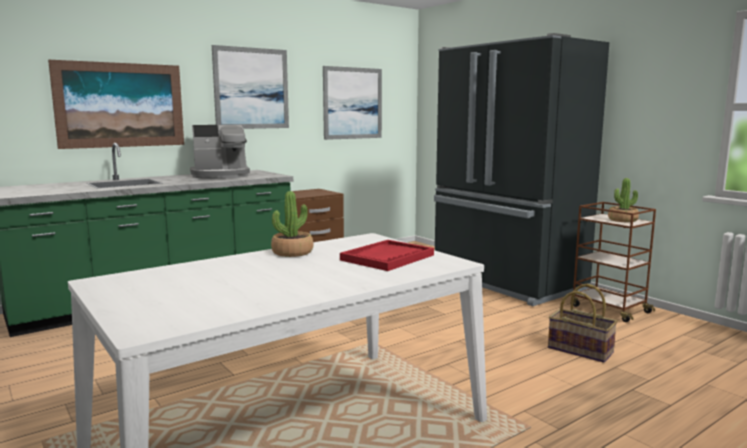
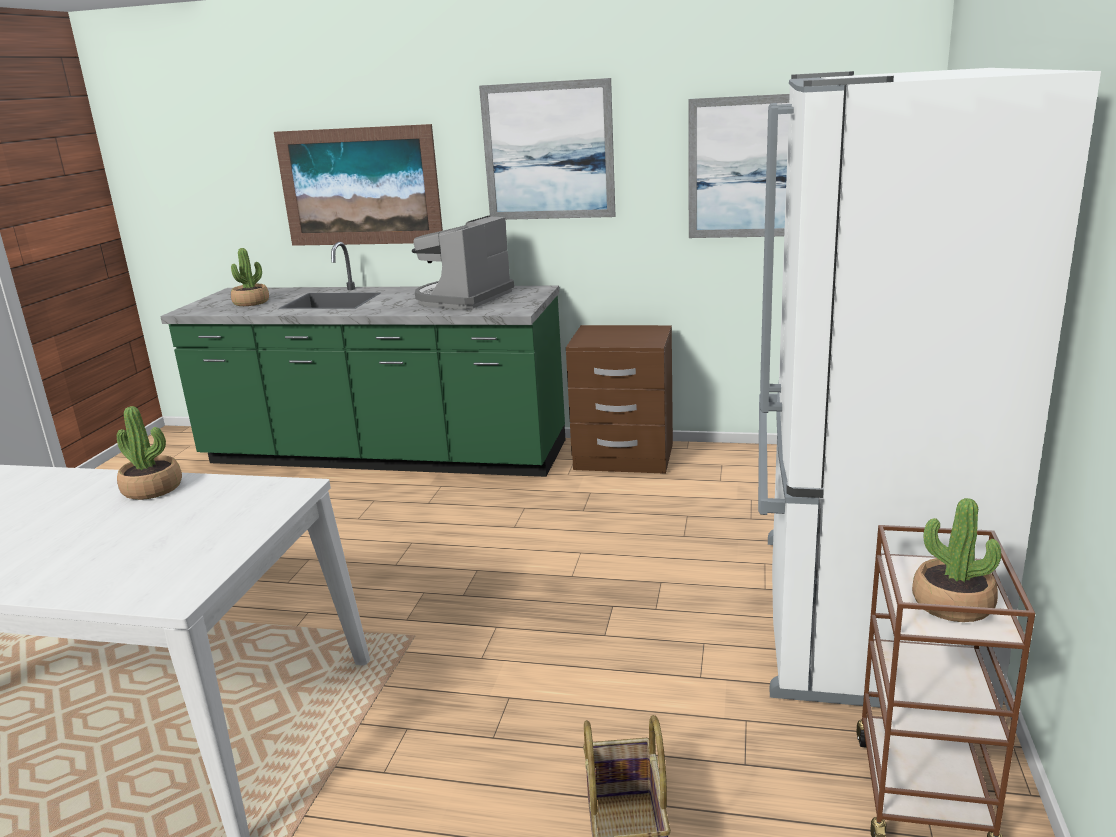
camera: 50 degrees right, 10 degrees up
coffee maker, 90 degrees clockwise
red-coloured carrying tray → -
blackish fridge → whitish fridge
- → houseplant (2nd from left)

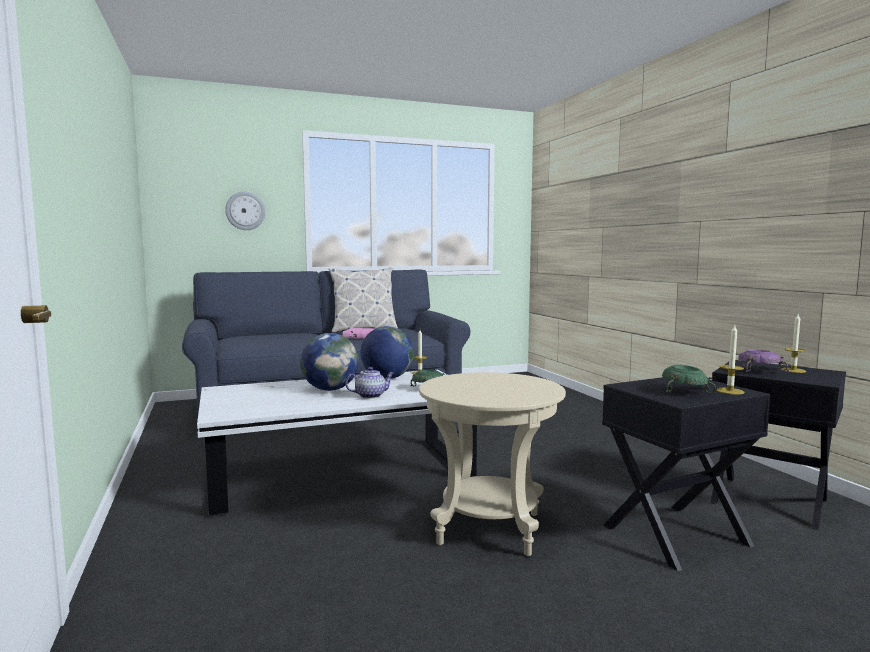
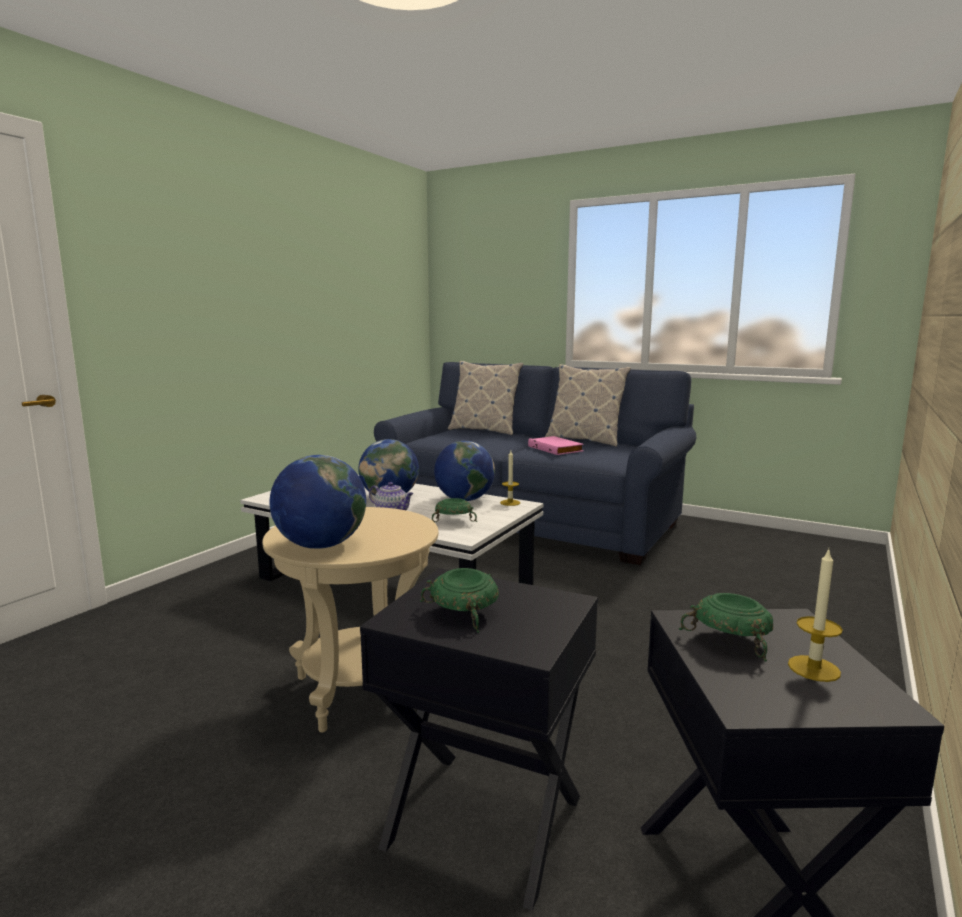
camera: 50 degrees right, 5 degrees up
wall clock → -
wax candle (2nd from left) → -
purple deep dish → greenish deep dish (3rd from left)
- → desk globe (1st from left)
- → cushion (1st from left)

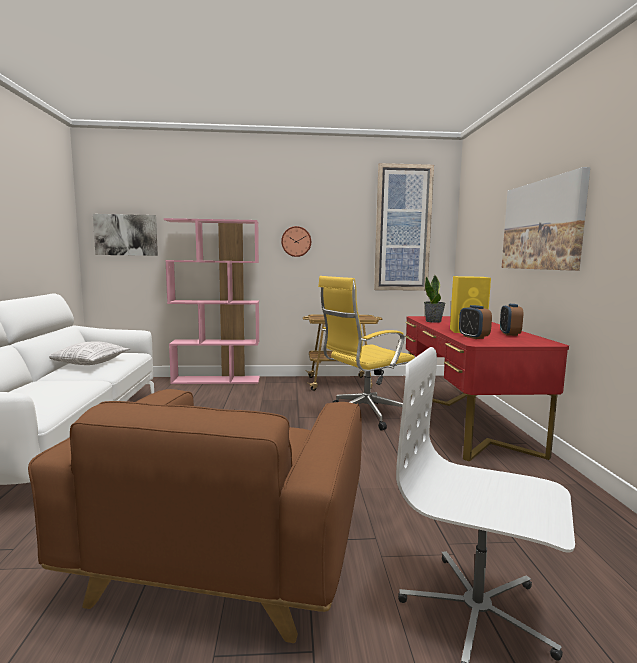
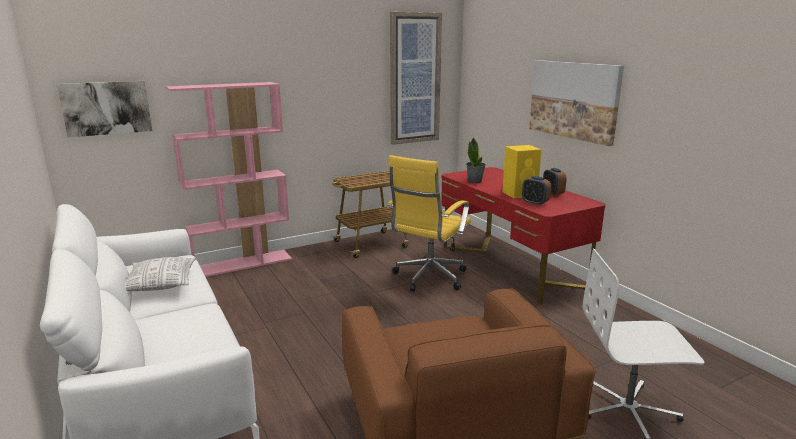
camera: 25 degrees left, 10 degrees up
wall clock → -

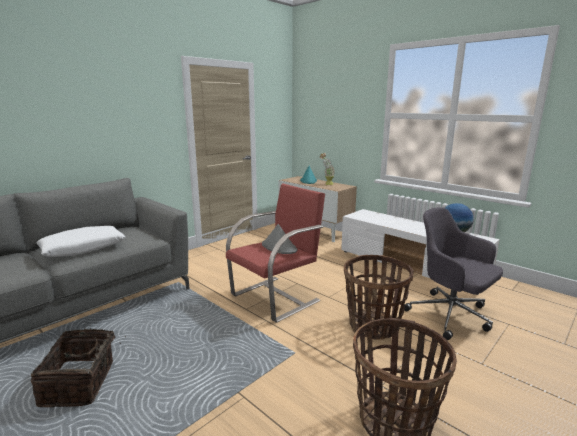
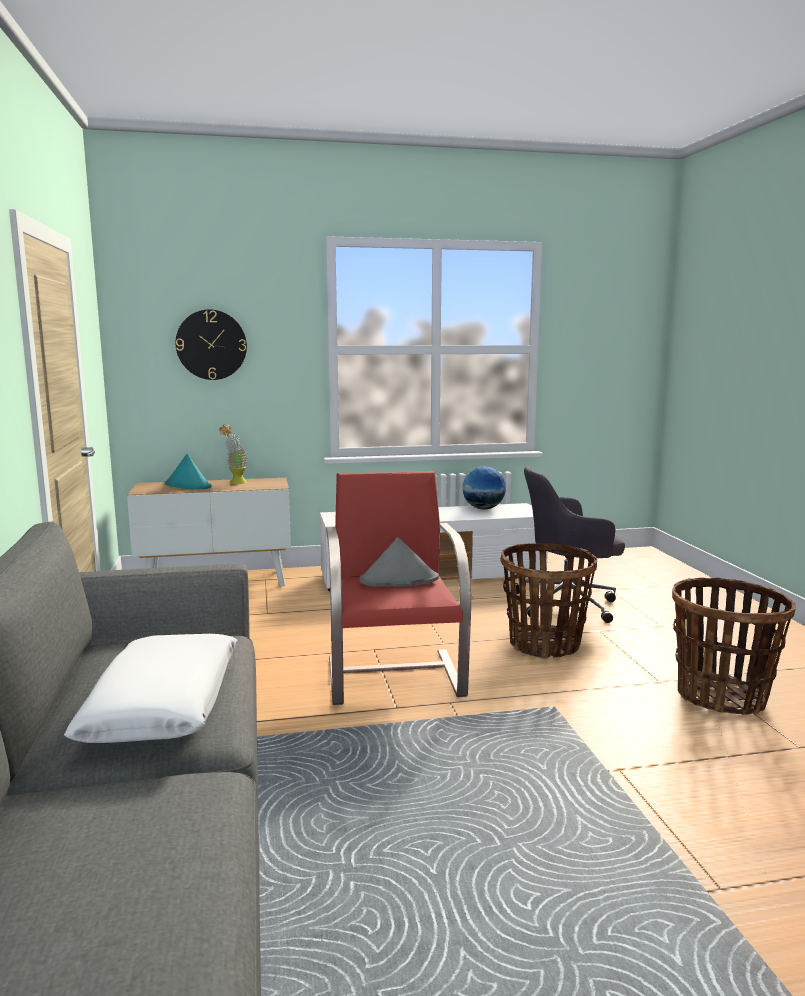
camera: 55 degrees left, 5 degrees down
storage basket (1st from left) → -
- → wall clock

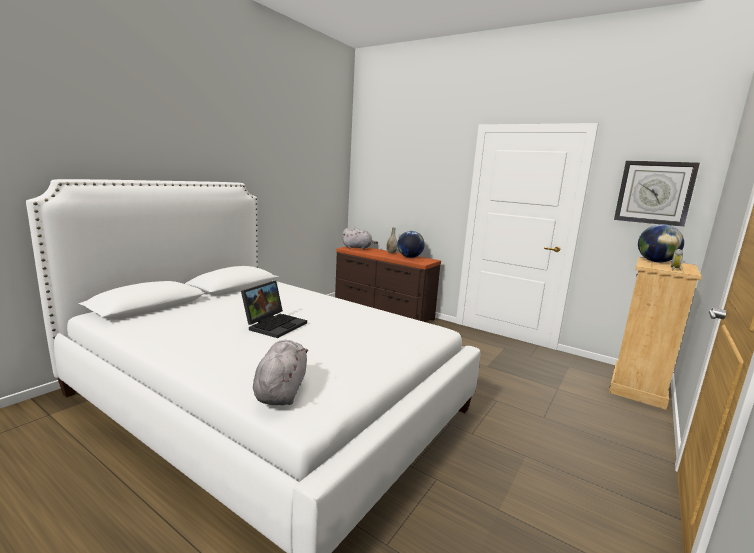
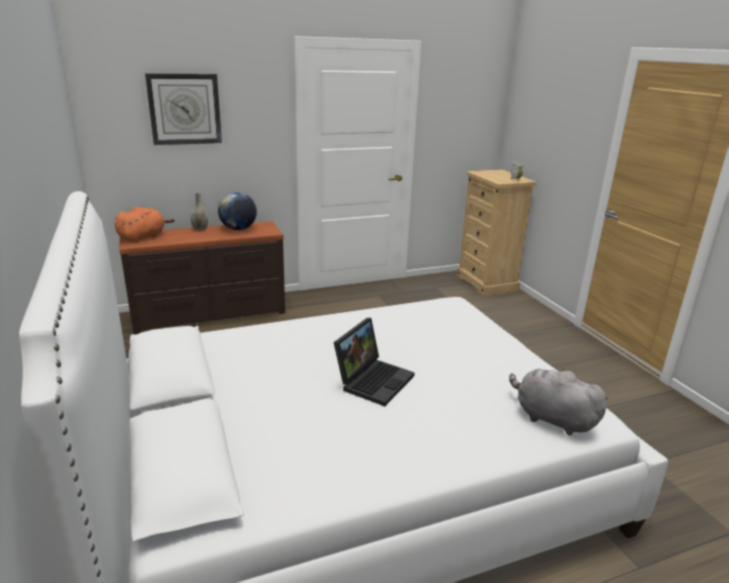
camera: 55 degrees left, 10 degrees up
portable computer, 60 degrees clockwise
gray soft toy (2nd from left) → orange-coloured soft toy
wall clock, moved
desk globe (2nd from left) → -

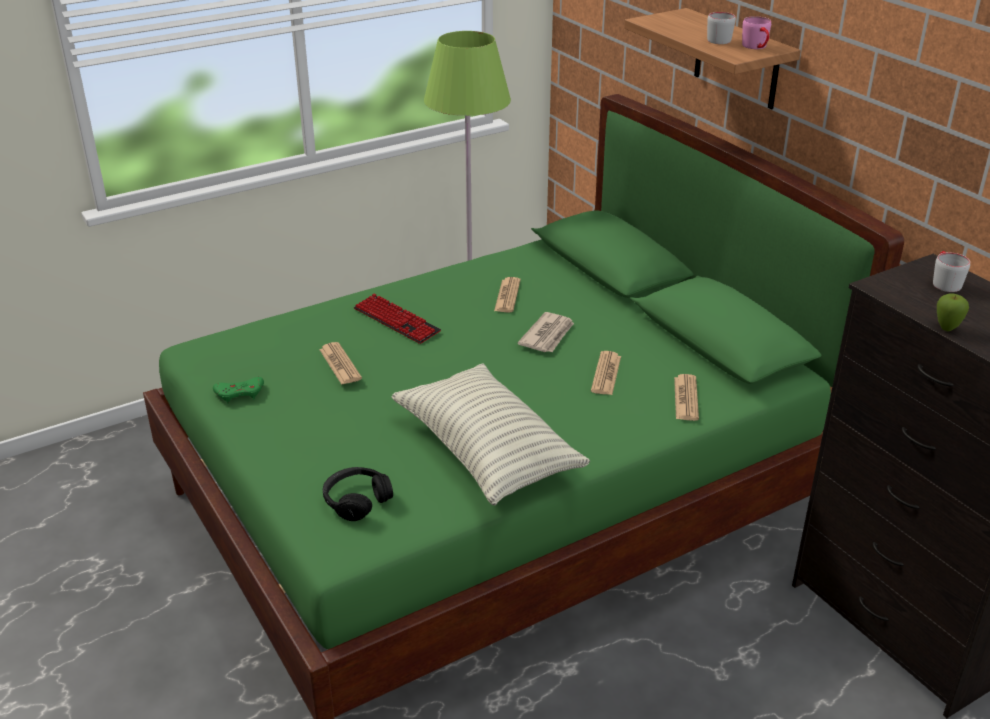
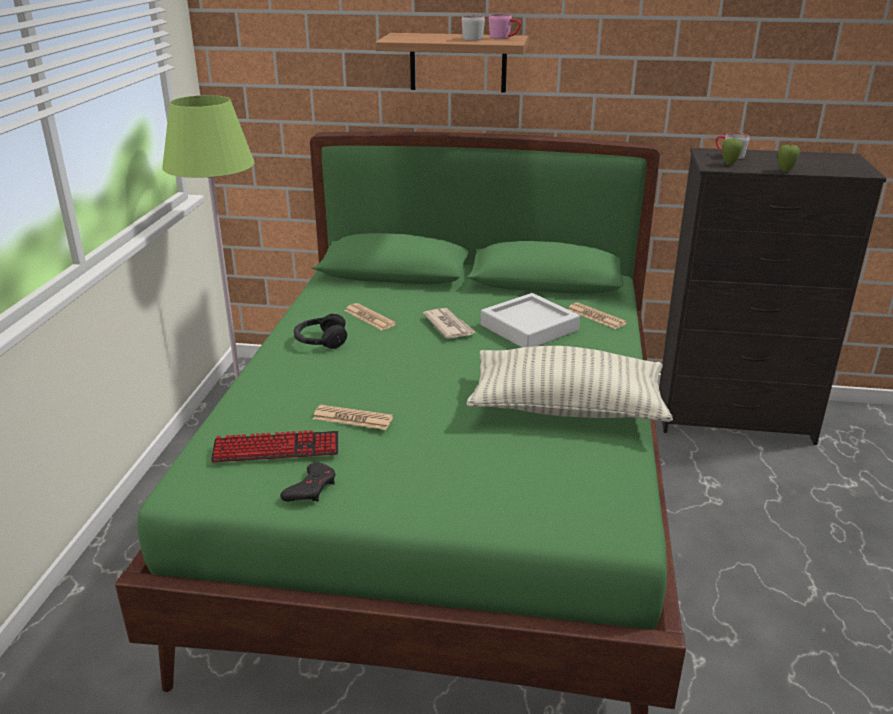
camera: 50 degrees left, 5 degrees down
greenish gamepad → blackish gamepad
blackish headset, moved
PC keyboard, moved
printed paper (4th from left) → gray carrying tray
- → whole apple (1st from left)

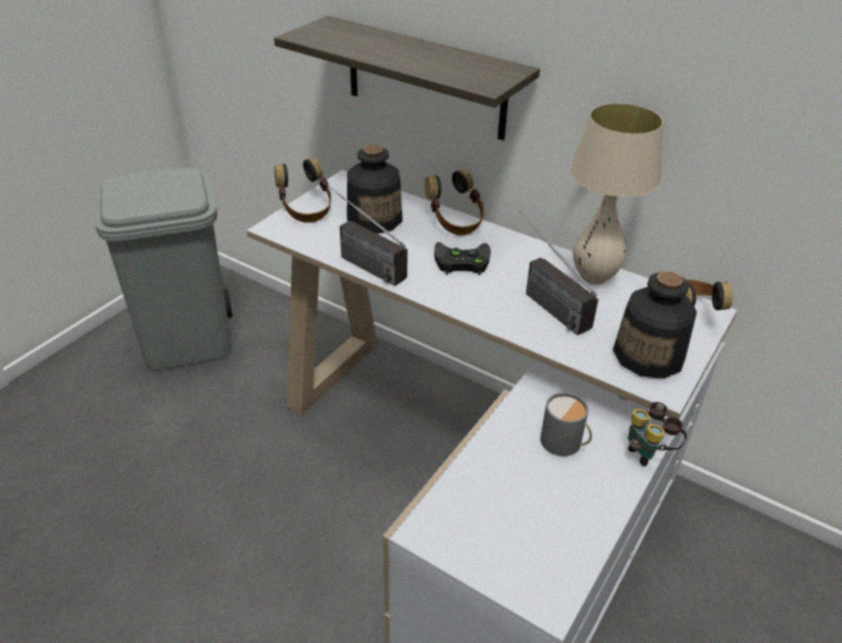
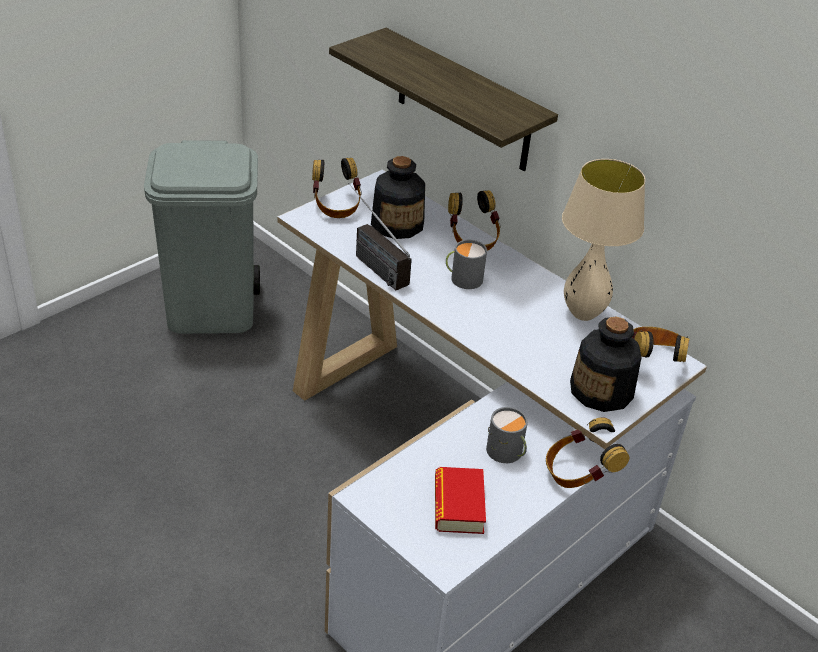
camera: 10 degrees right, 0 degrees up
blackish gamepad → gray mug (1st from left)
radio (2nd from left) → -
pair of binoculars → headset (3rd from left)
- → bound book

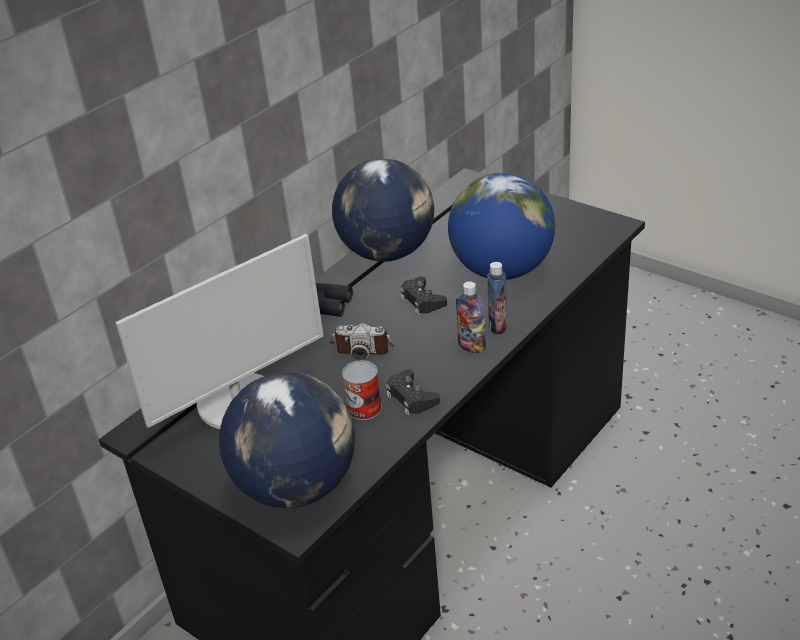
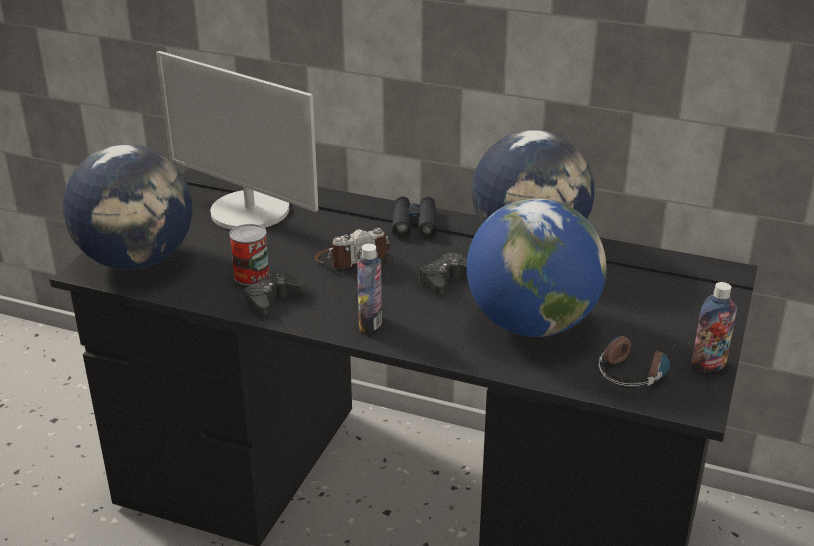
camera: 70 degrees right, 5 degrees down
still camera, 105 degrees counterclockwise
bottle (2nd from left), moved
- → headset

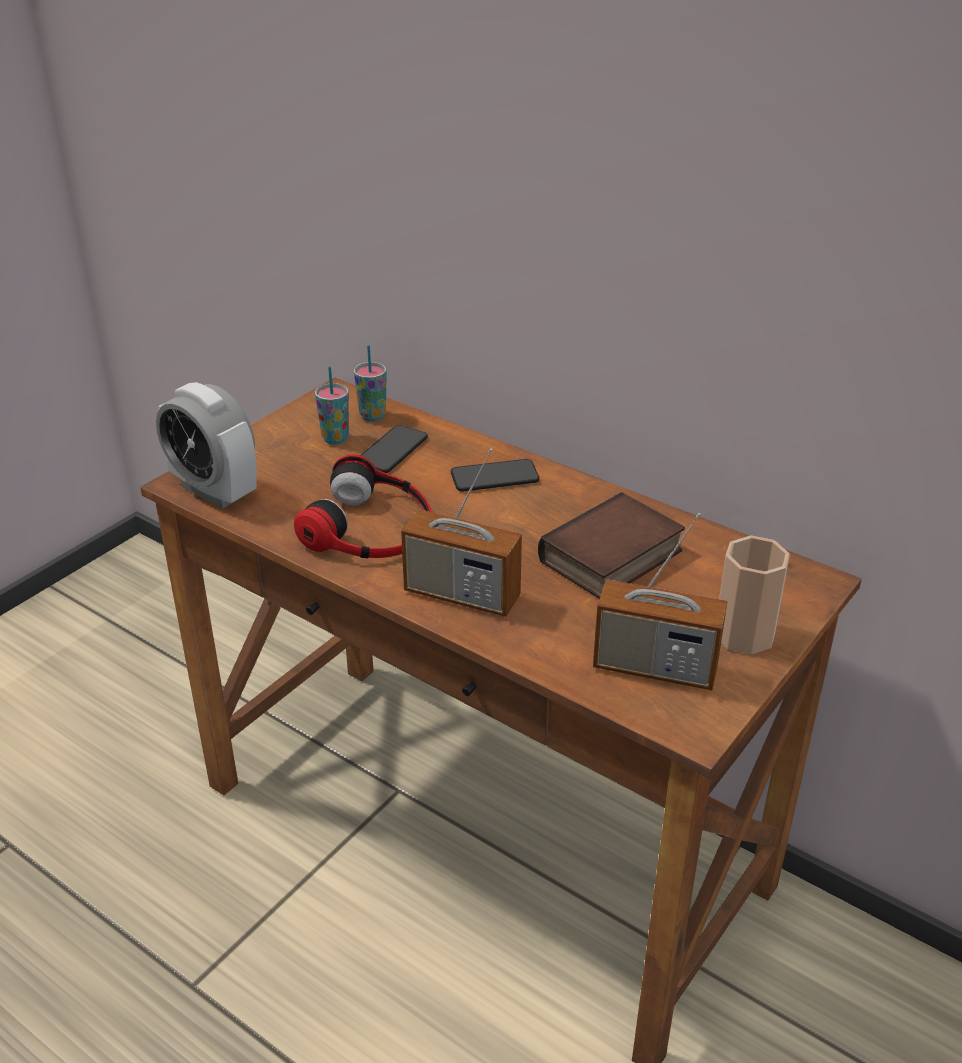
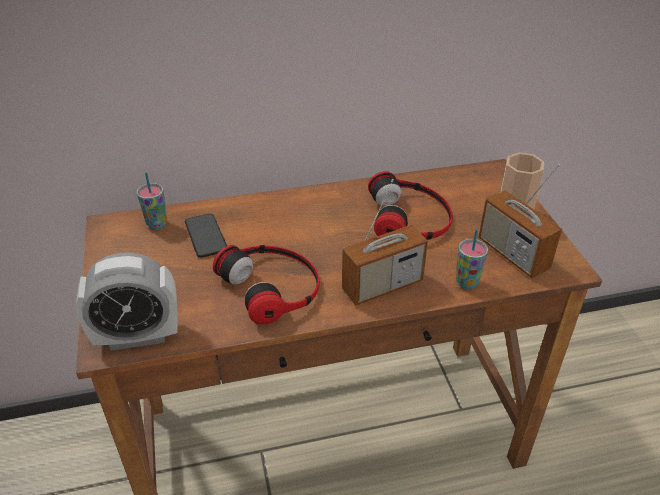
camera: 50 degrees left, 5 degrees up
small cup (1st from left in the first image) → small cup (2nd from left), moved
handset (2nd from left) → -
bound book → headset (2nd from left)
radio (2nd from left), 90 degrees clockwise

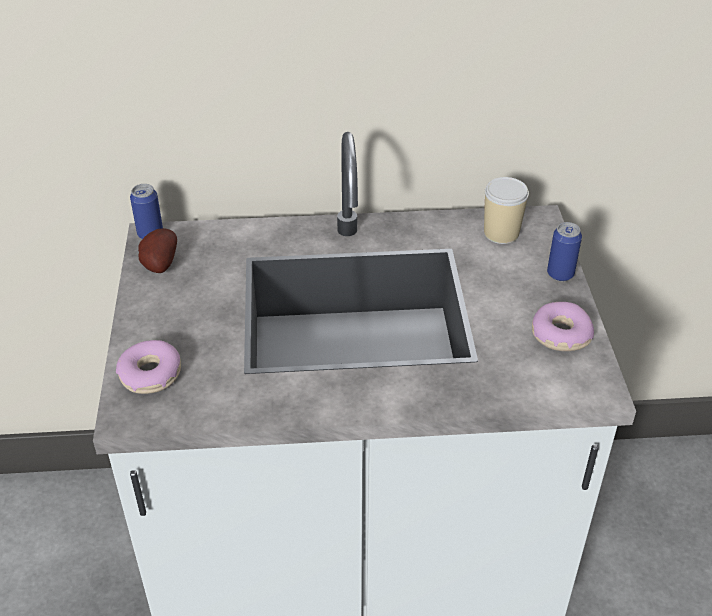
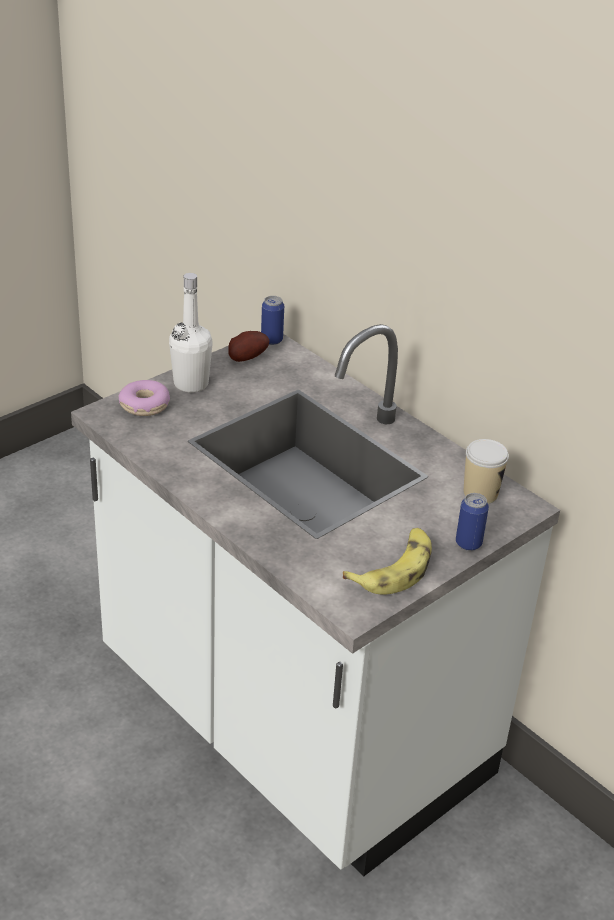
camera: 50 degrees right, 5 degrees down
donut (2nd from left) → banana
- → whitish bottle

